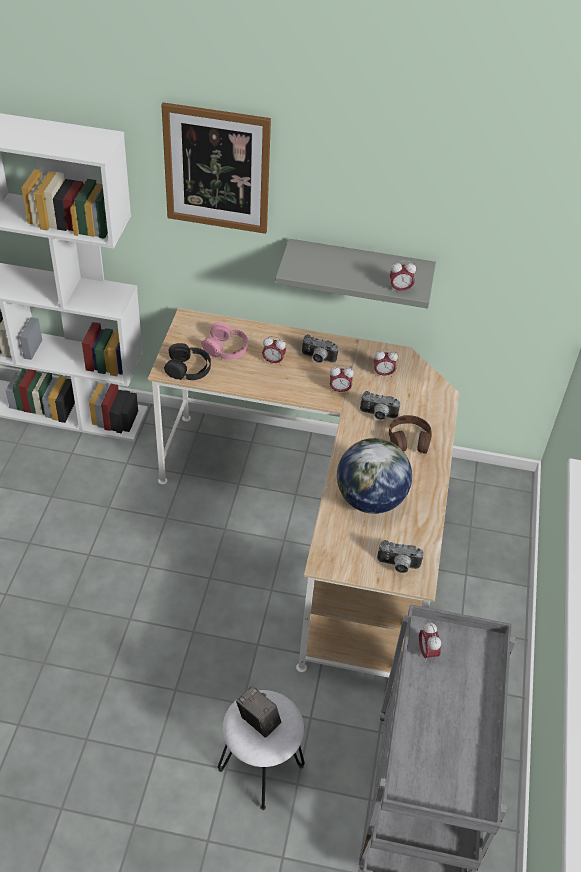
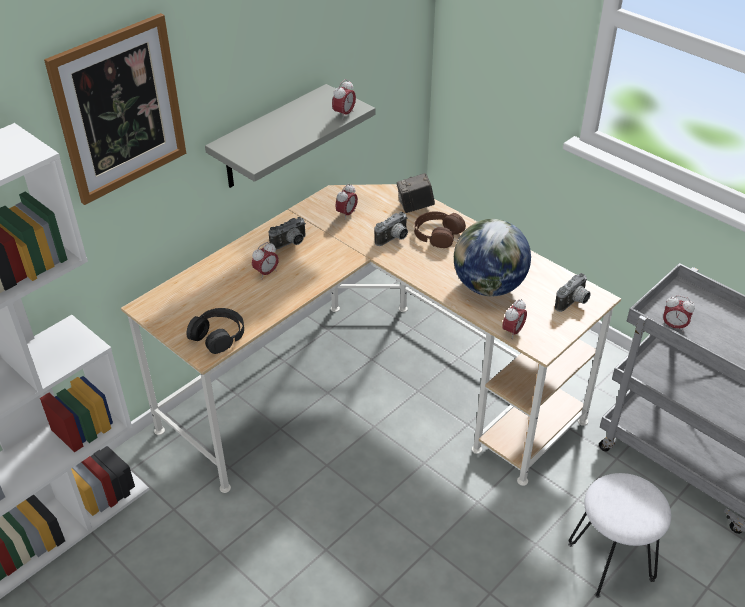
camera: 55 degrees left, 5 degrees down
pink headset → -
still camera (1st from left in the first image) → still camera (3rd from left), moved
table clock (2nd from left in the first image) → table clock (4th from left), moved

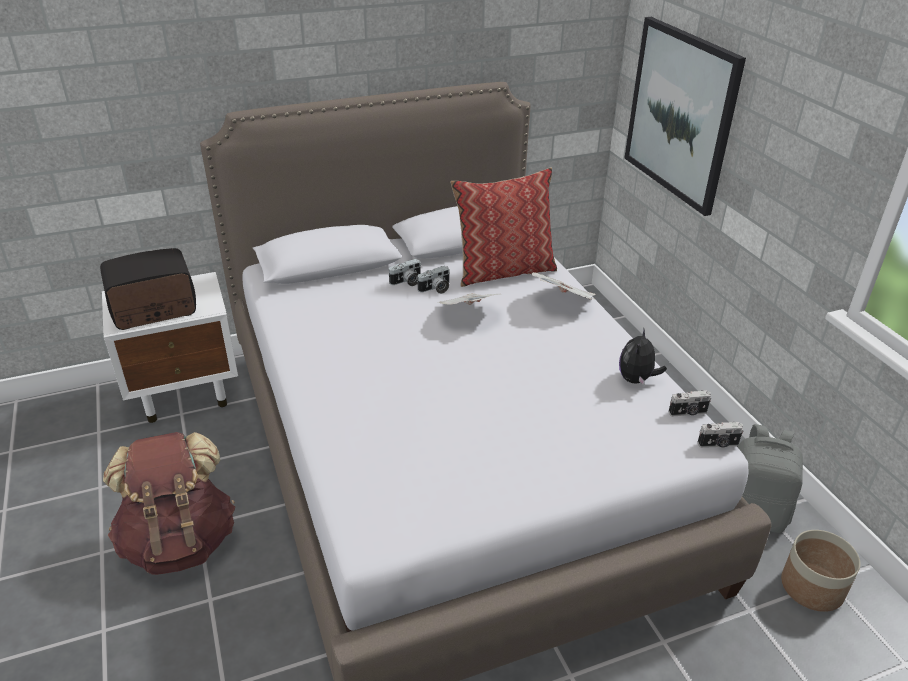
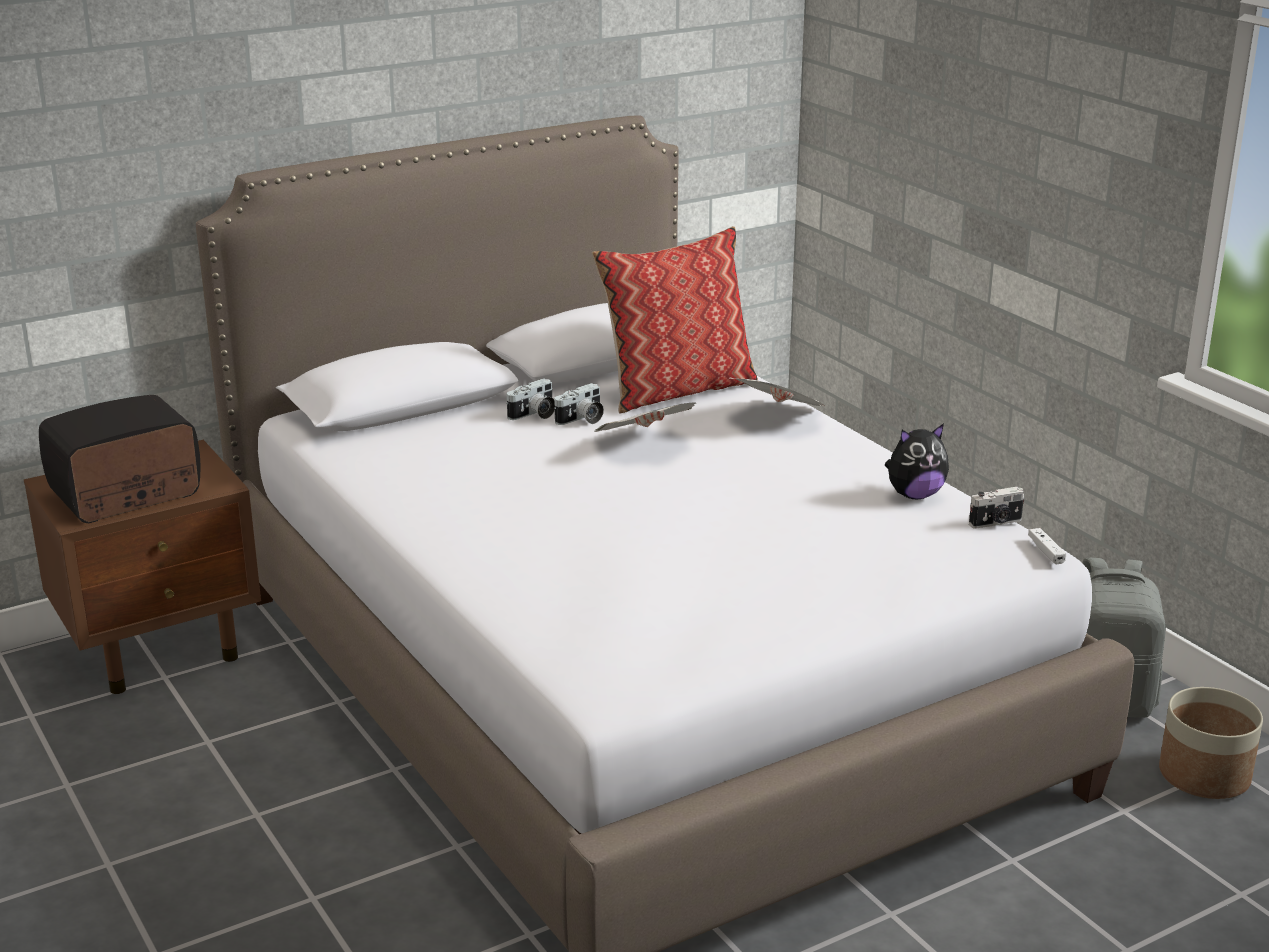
camera: 10 degrees left, 10 degrees down
whitish night table → brown-coloured night table
brown-coloured backpack → -
soft toy, 120 degrees counterclockwise
picture → -
still camera (4th from left) → whitish gamepad

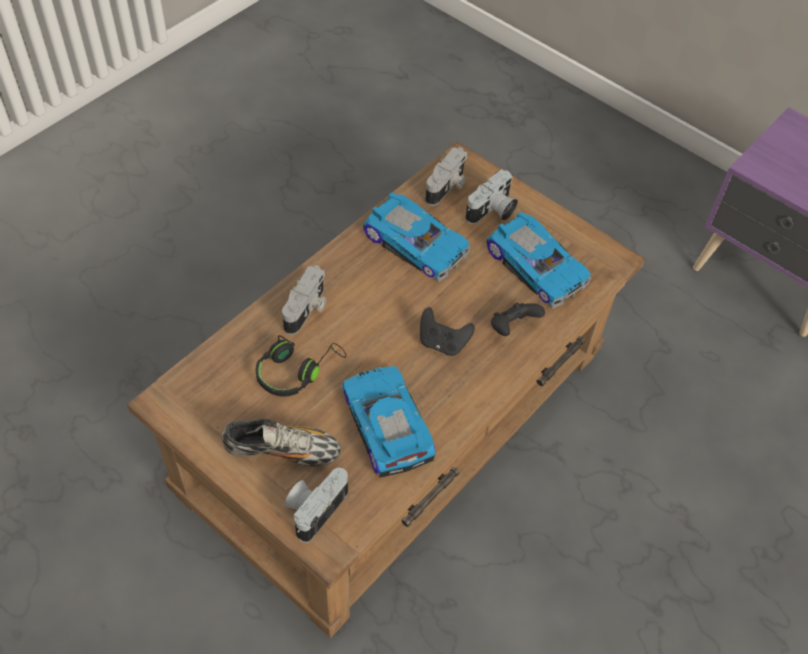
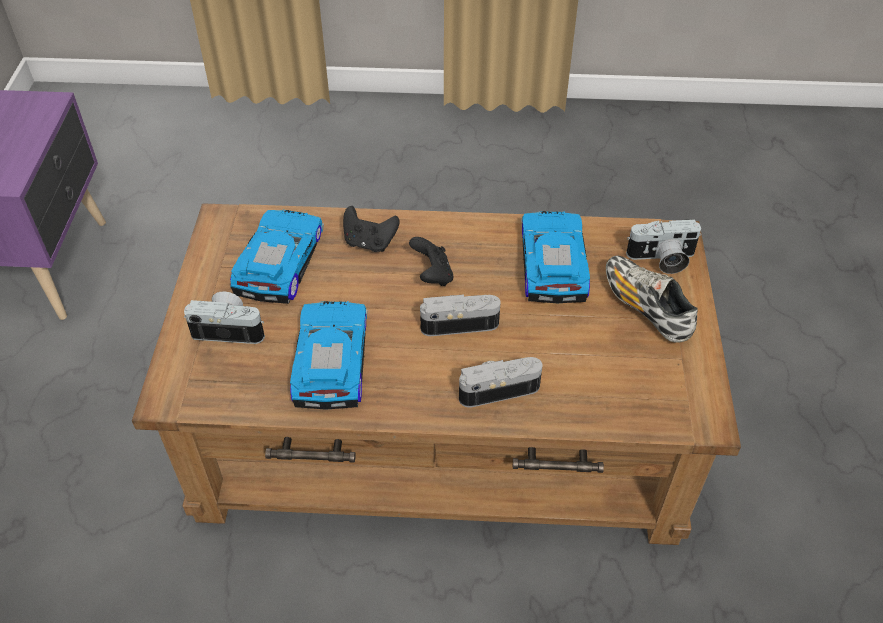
camera: 125 degrees left, 5 degrees down
blackish headset → -
toy car (1st from left in the first image) → toy car (3rd from left), 150 degrees clockwise
still camera (3rd from left in the first image) → still camera (2nd from left), moved

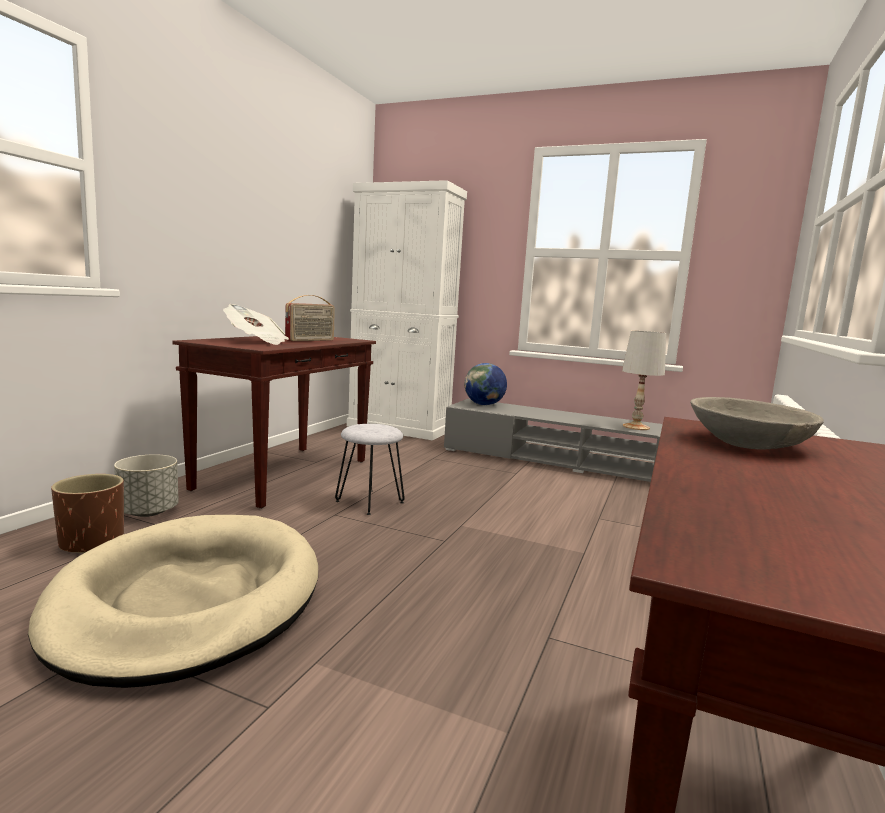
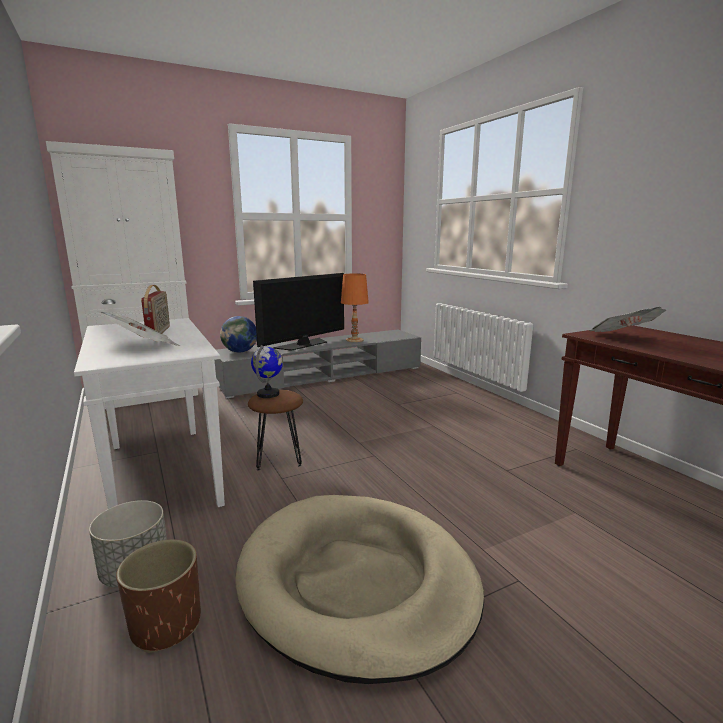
camera: 50 degrees left, 5 degrees up
brown-coloured narrow table (1st from left) → whitish narrow table
gray stool seat → brown-coloured stool seat
whitish table lamp → orange-coloured table lamp
gray deep dish → printed paper (2nd from left)
- → desk globe (2nd from left)
- → TV

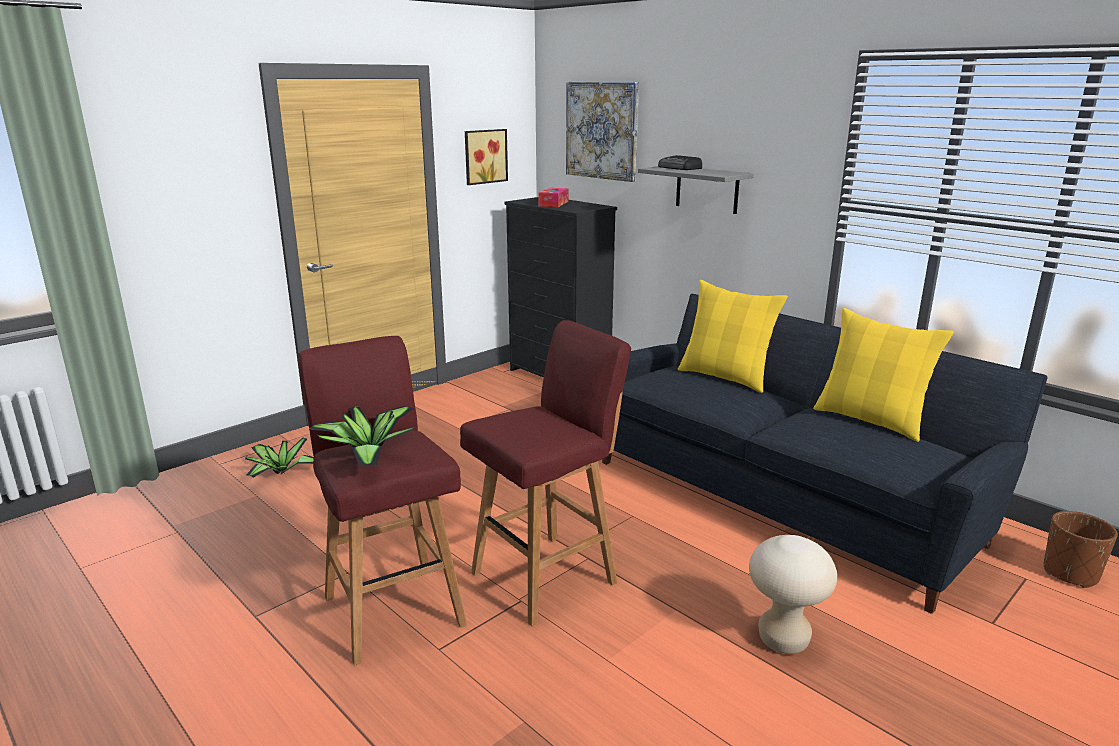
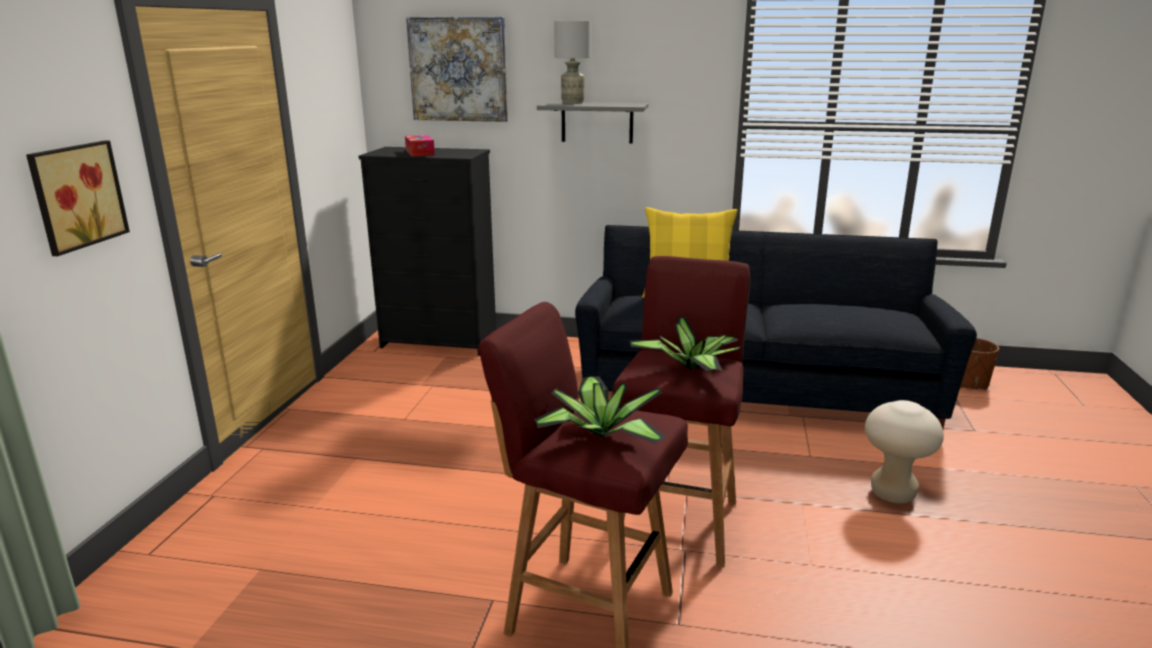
camera: 35 degrees left, 0 degrees up
houseplant (1st from left in the first image) → houseplant (2nd from left), moved
picture (1st from left), moved
radio → gray table lamp
yellow-coloured cushion (2nd from left) → -

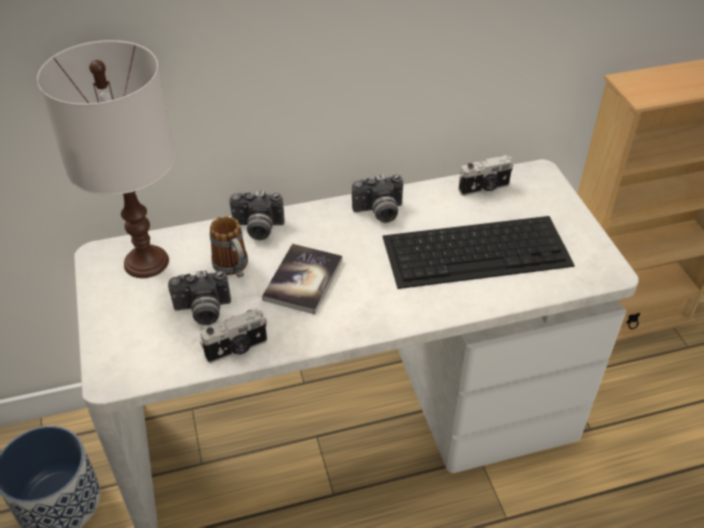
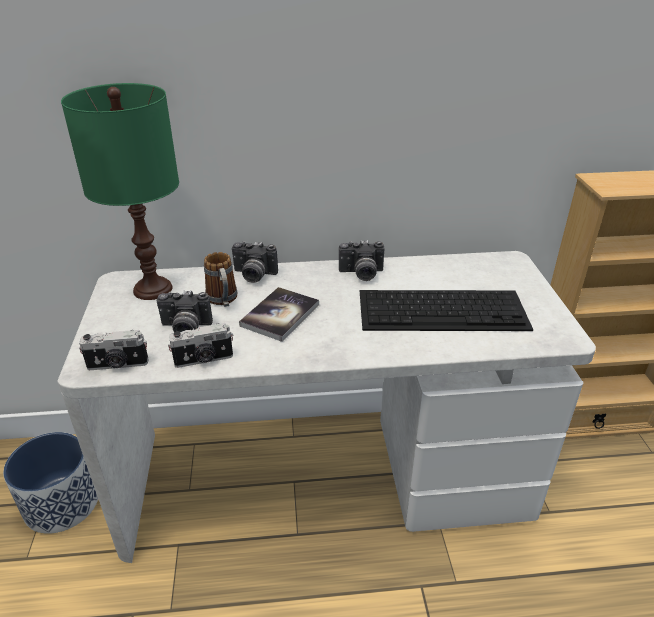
camera: 10 degrees right, 10 degrees down
whitish table lamp → greenish table lamp
still camera (5th from left in the first image) → still camera (1st from left), moved

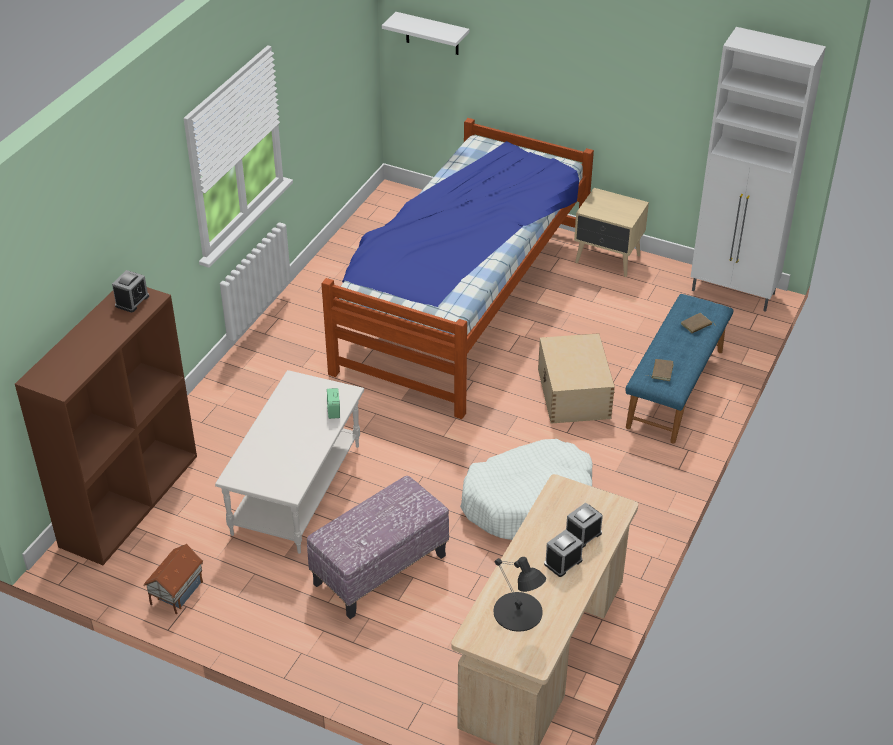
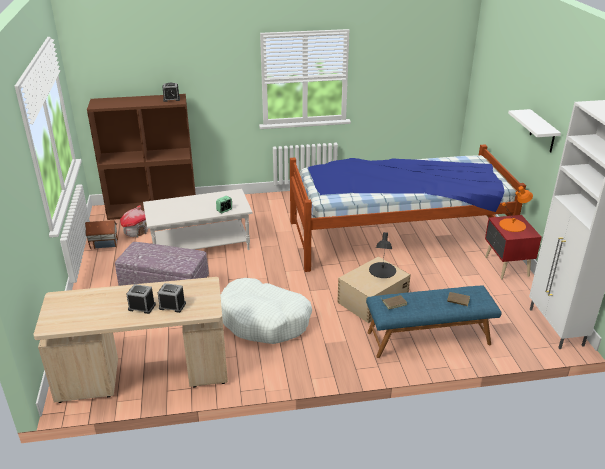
camera: 55 degrees right, 10 degrees down
whitish bracket shelf, moved
blackish table lamp, moved
sand-coloured night table → red-coloured night table
- → miniature house (2nd from left)
- → orange-coloured table lamp

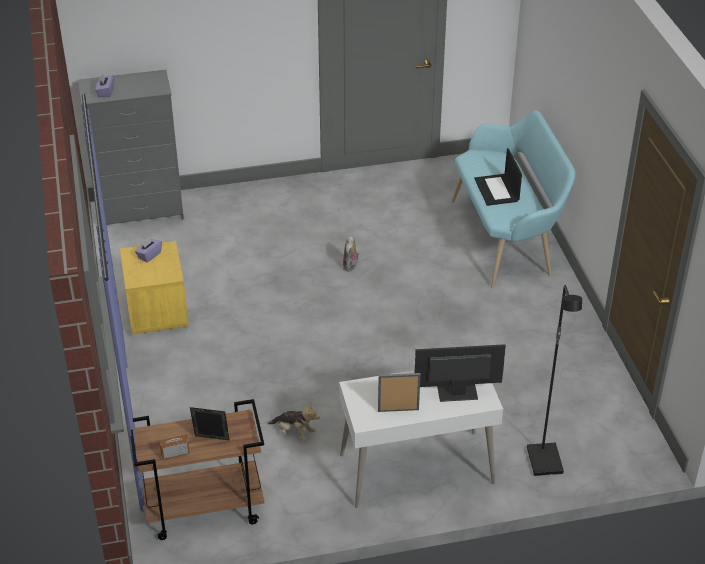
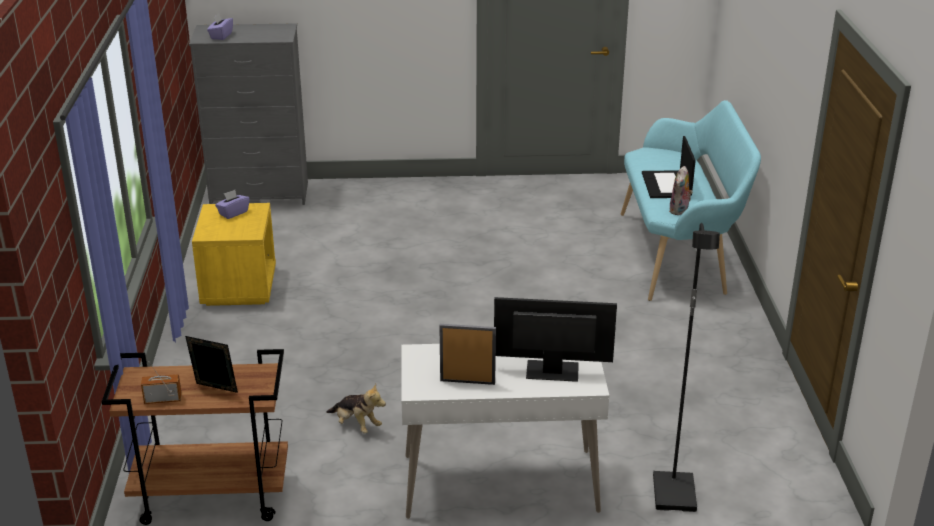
camera: 10 degrees right, 10 degrees down
soft toy (2nd from left), moved

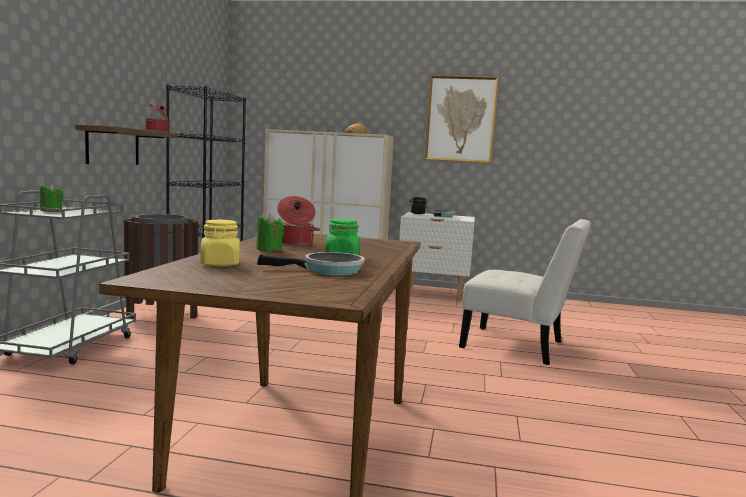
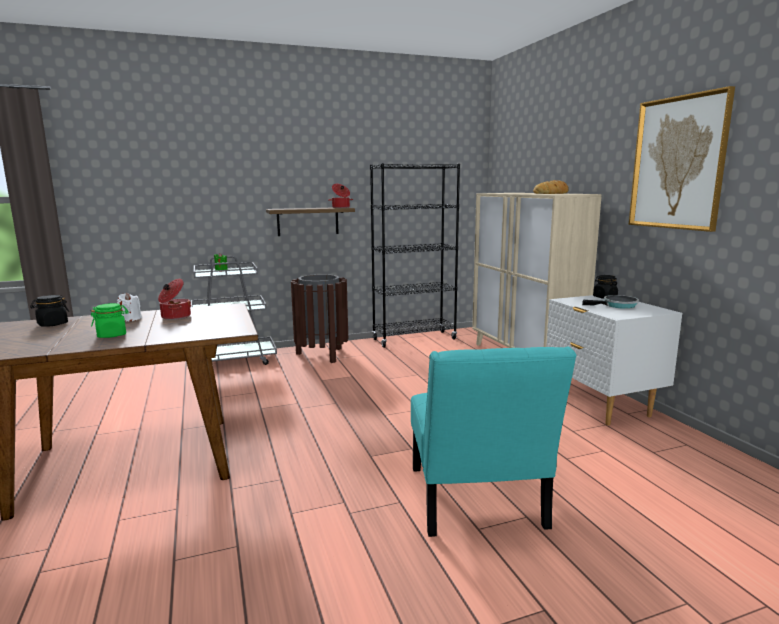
camera: 60 degrees right, 5 degrees up
yellow-coloured storage jar → blackish storage jar (1st from left)
greenish wax candle (2nd from left) → whitish wax candle
skillet (1st from left) → -
whitish upright chair → blue-green upright chair

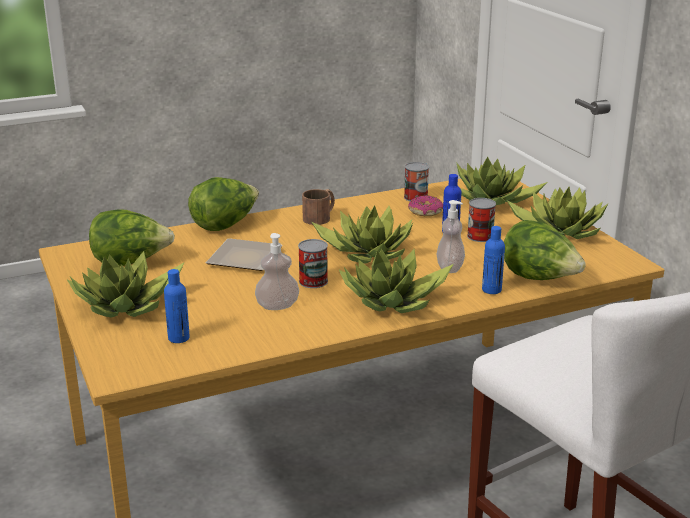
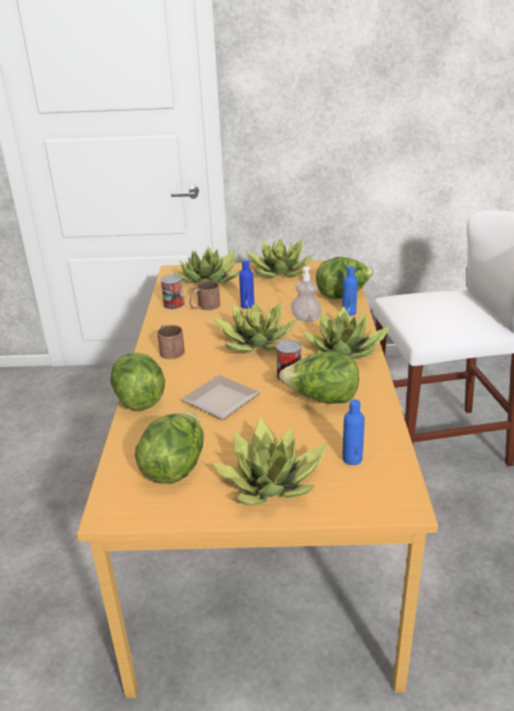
camera: 65 degrees left, 5 degrees up
soap bottle (1st from left) → lettuce (3rd from left)
donut → brown-coloured mug (2nd from left)
metal can (3rd from left) → -

